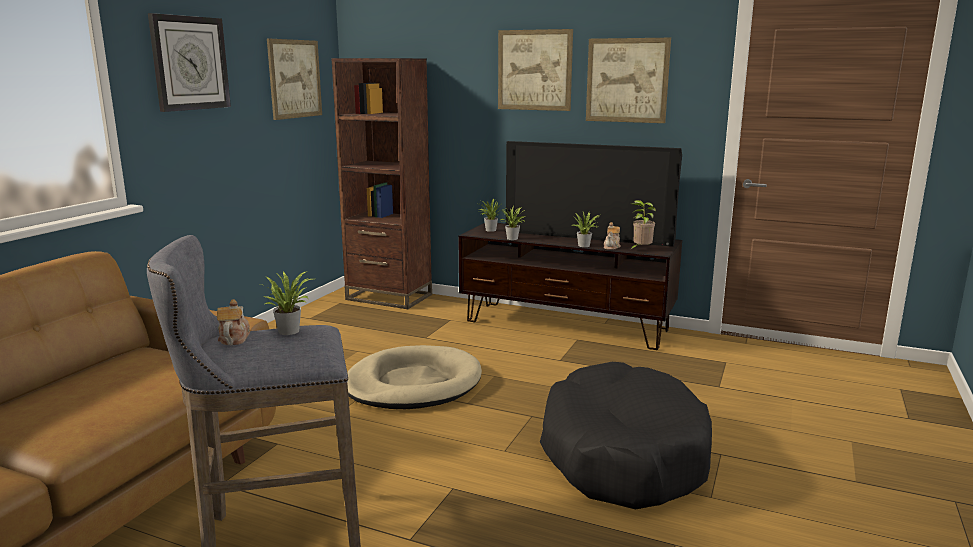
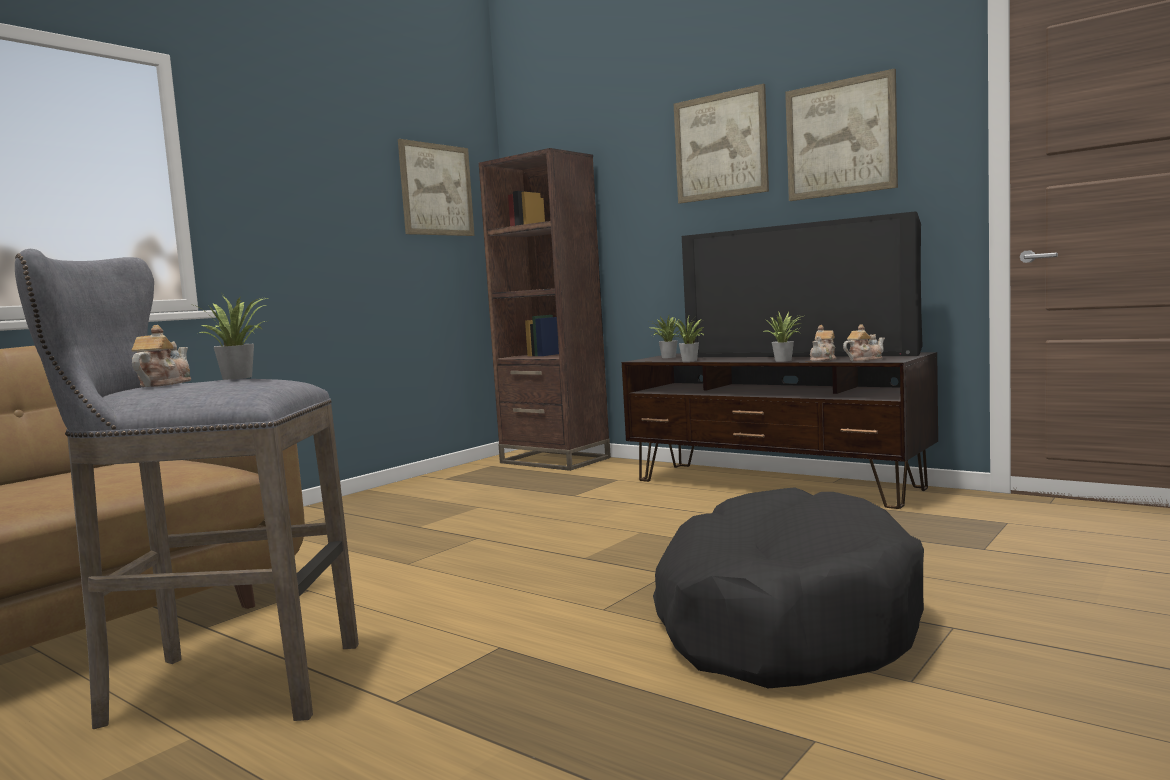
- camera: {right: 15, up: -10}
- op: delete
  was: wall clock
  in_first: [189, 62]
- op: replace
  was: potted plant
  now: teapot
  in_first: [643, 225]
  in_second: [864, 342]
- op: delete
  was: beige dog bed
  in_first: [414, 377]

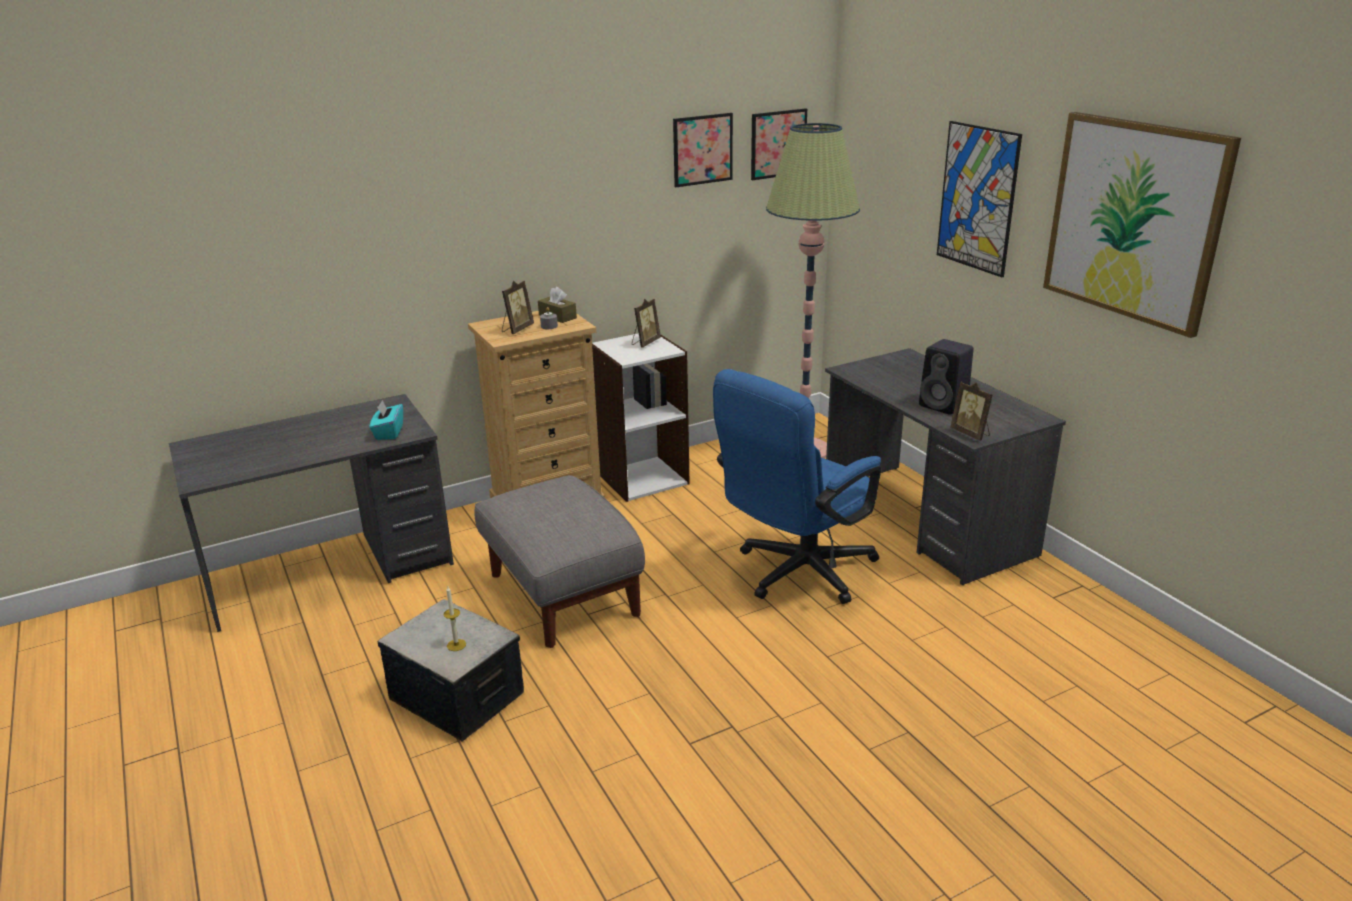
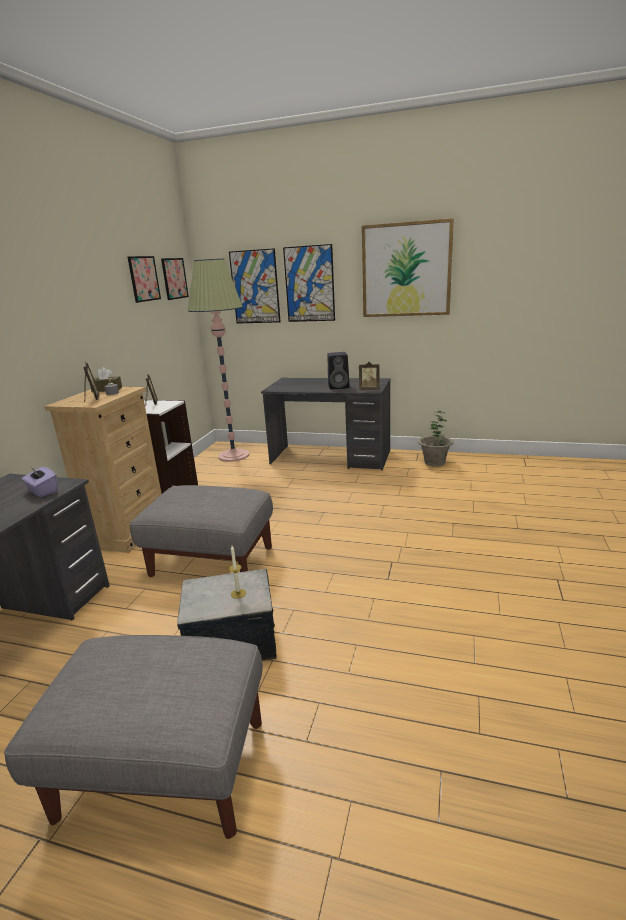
- camera: {right: -45, up: -5}
- op: delete
  was: blue office chair
  in_first: [797, 486]
- op: recolor
  was: turquoise tissue box
  now: purple tissue box
  in_first: [386, 420]
  in_second: [40, 481]
- op: insert
  now: picture
  in_second: [255, 286]
- op: insert
  now: potted plant
  in_second: [436, 438]
- op: insert
  now: grey ottoman
  in_second: [133, 737]

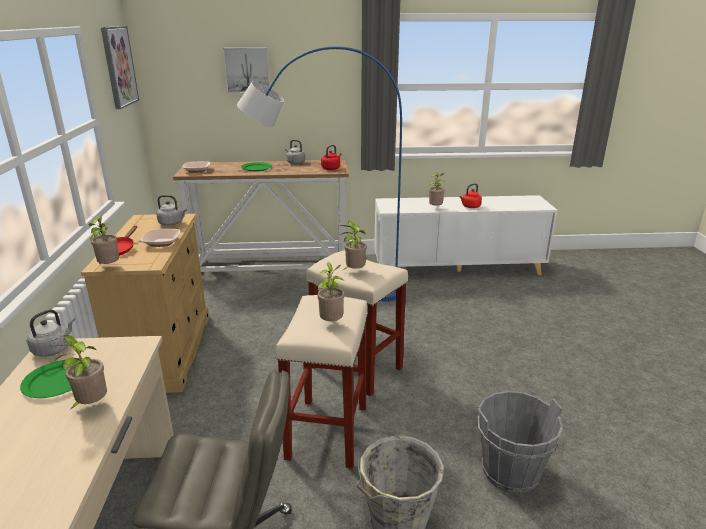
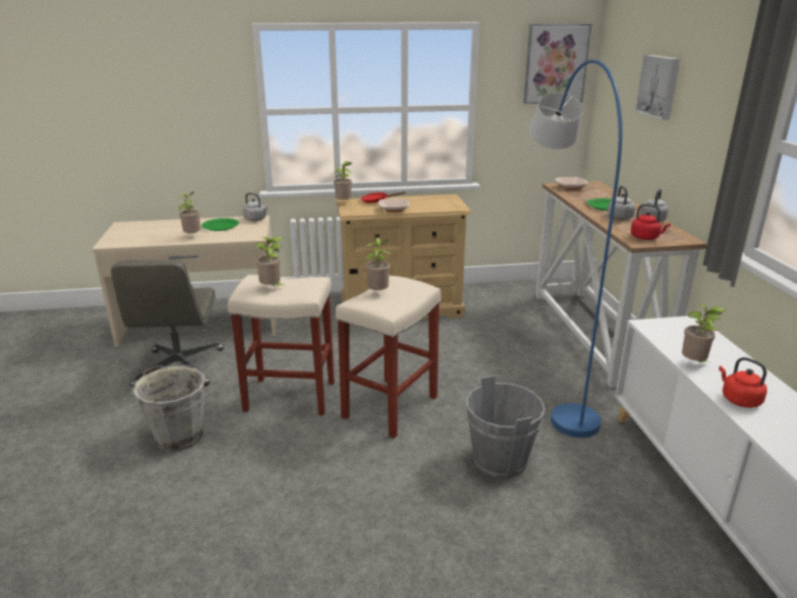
- camera: {right: 85, up: 0}
- op: move
  was: grey kettle
  in_first: [171, 210]
  in_second: [622, 203]
- op: move
  was: grey bucket
  in_first: [520, 442]
  in_second: [505, 427]

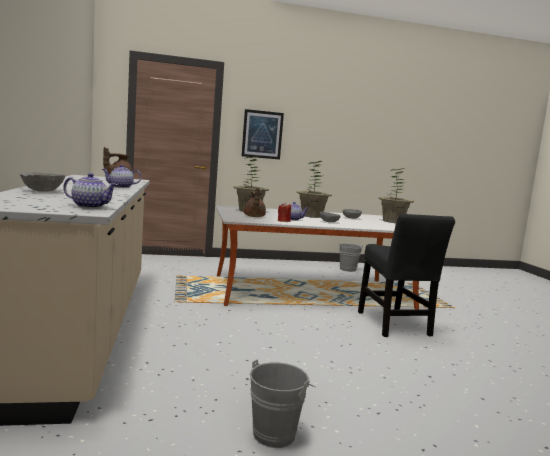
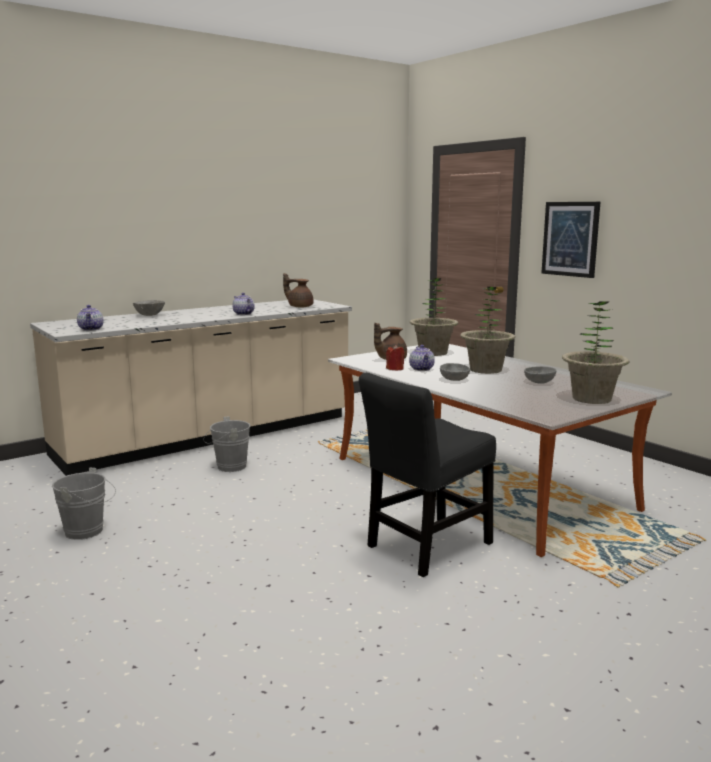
- camera: {right: 65, up: 5}
- op: move
  was: grey bucket
  in_first: [350, 257]
  in_second: [226, 444]

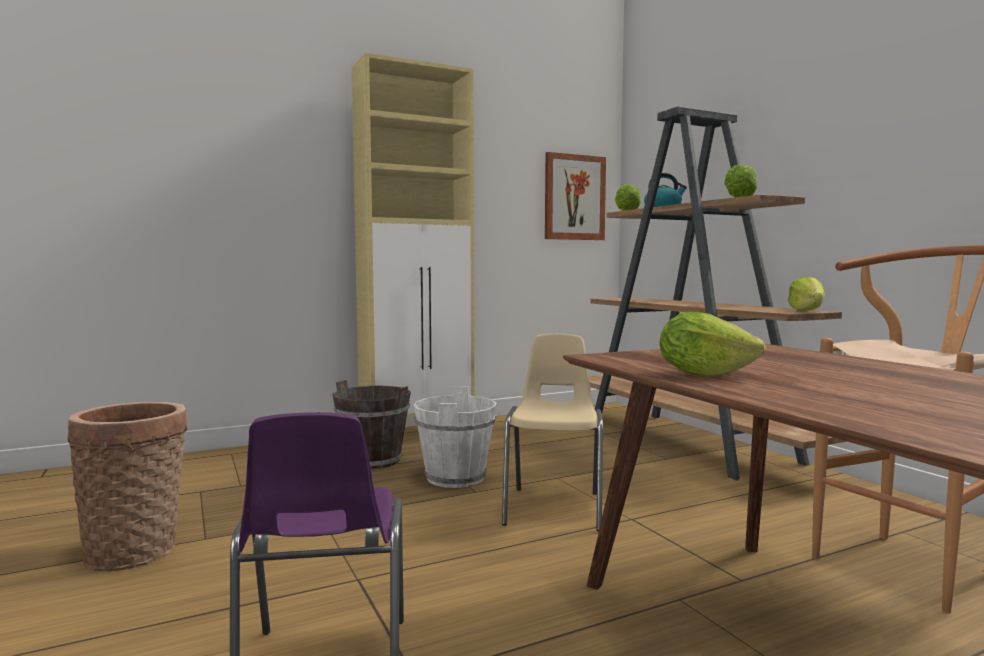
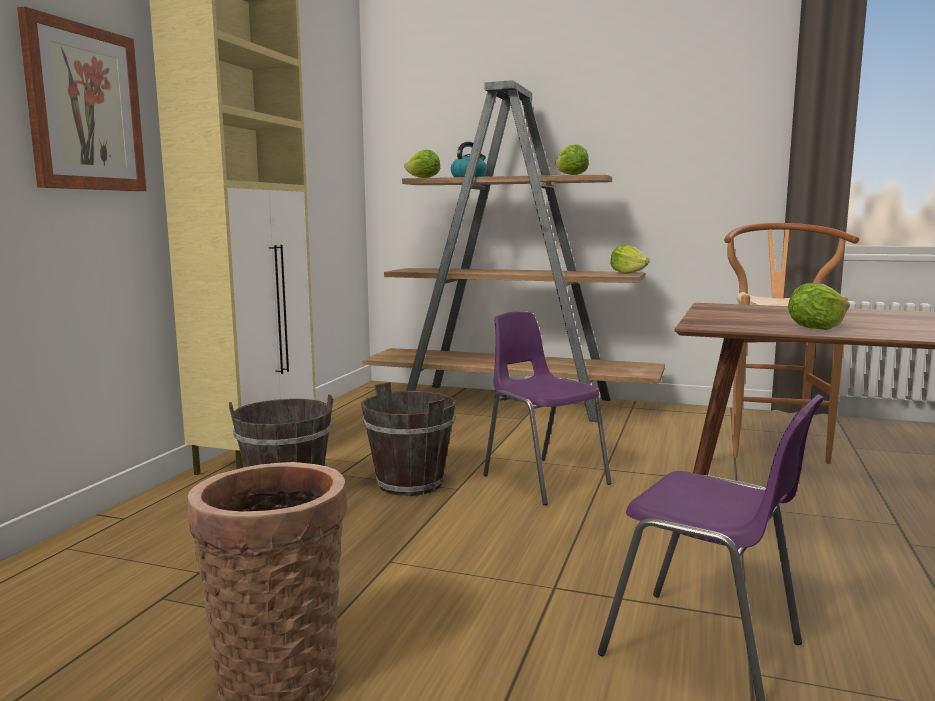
- camera: {right: -45, up: 5}
- op: move
  was: picture
  in_first: [575, 196]
  in_second: [81, 99]
- op: recolor
  was: beige chair
  now: purple chair
  in_first: [552, 432]
  in_second: [547, 408]
- op: recolor
  was: white bucket
  now: brown bucket
  in_first: [455, 437]
  in_second: [408, 439]

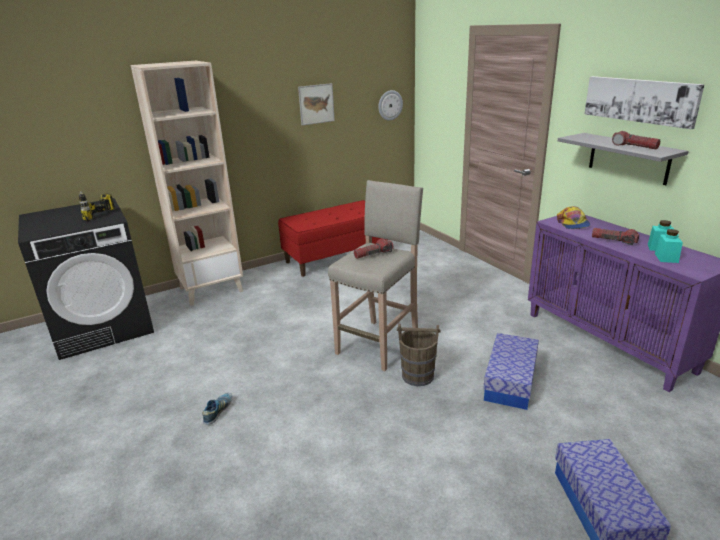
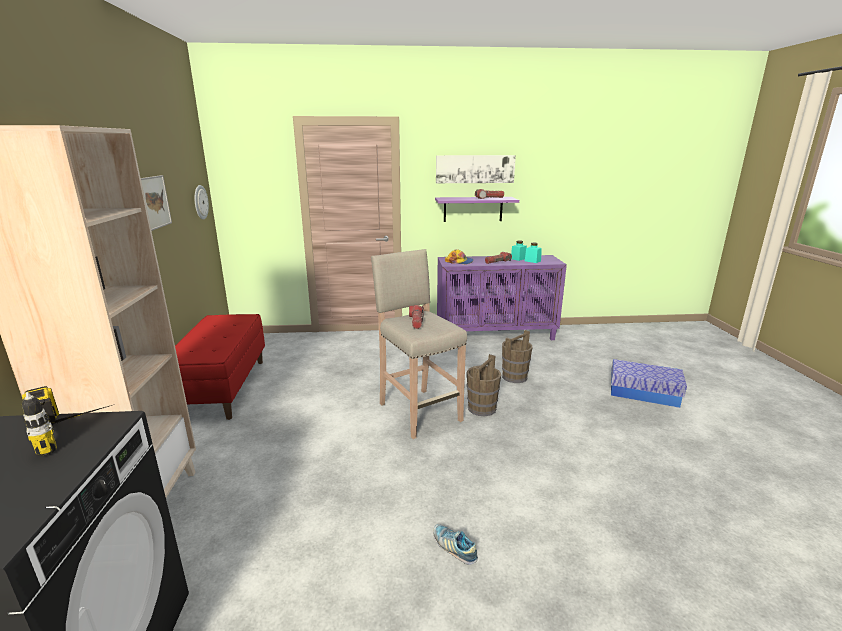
- camera: {right: -65, up: -5}
- op: recolor
  was: grey shelf
  now: purple shelf
  in_first: [623, 159]
  in_second: [477, 209]
- op: replace
  was: storage box
  now: brown bucket
  in_first: [511, 371]
  in_second: [517, 356]

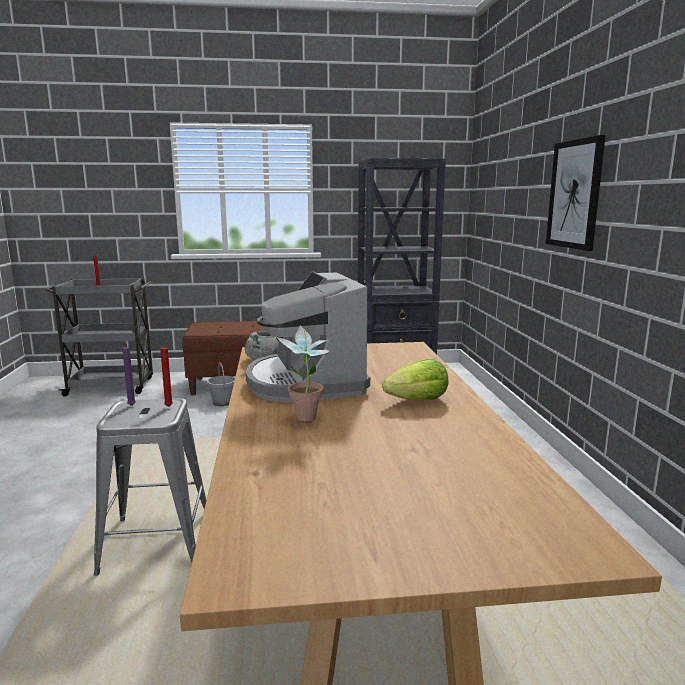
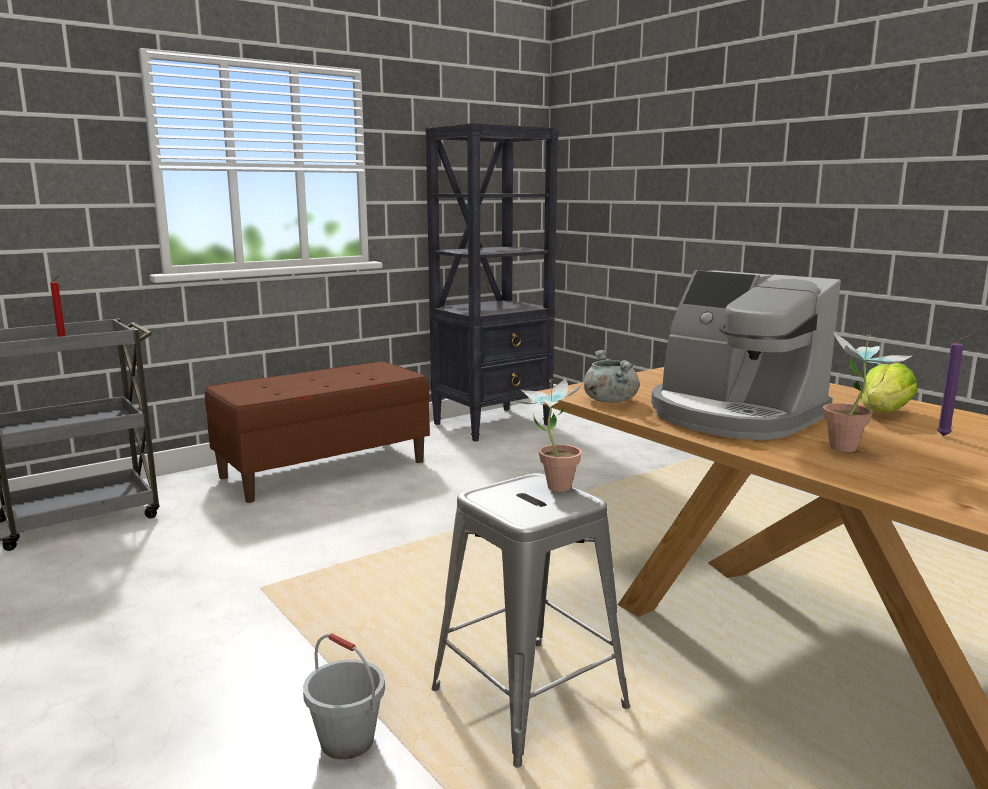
- camera: {right: -30, up: 0}
- op: delete
  was: picture
  in_first: [576, 193]
- op: replace
  was: red candle
  now: potted plant
  in_first: [166, 374]
  in_second: [548, 434]
- op: move
  was: purple candle
  in_first: [129, 374]
  in_second: [954, 385]
- op: move
  was: grey bucket
  in_first: [221, 384]
  in_second: [344, 696]

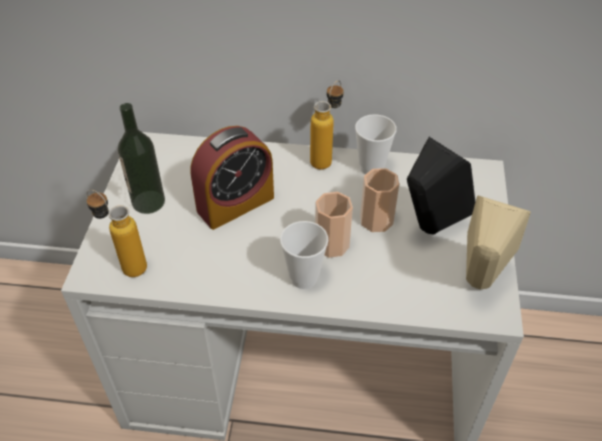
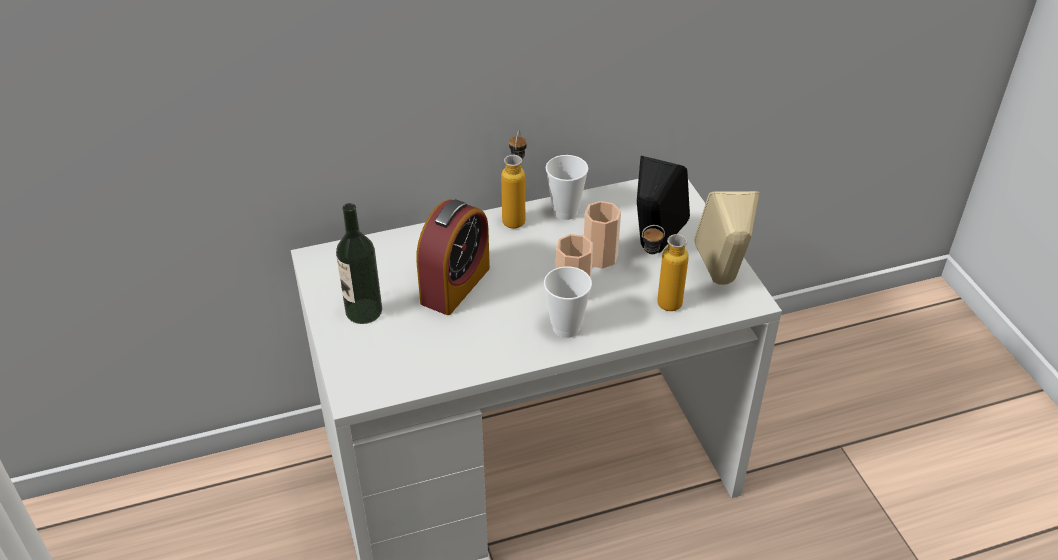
- camera: {right: -25, up: -5}
- op: move
  was: bottle
  in_first: [117, 233]
  in_second: [665, 268]

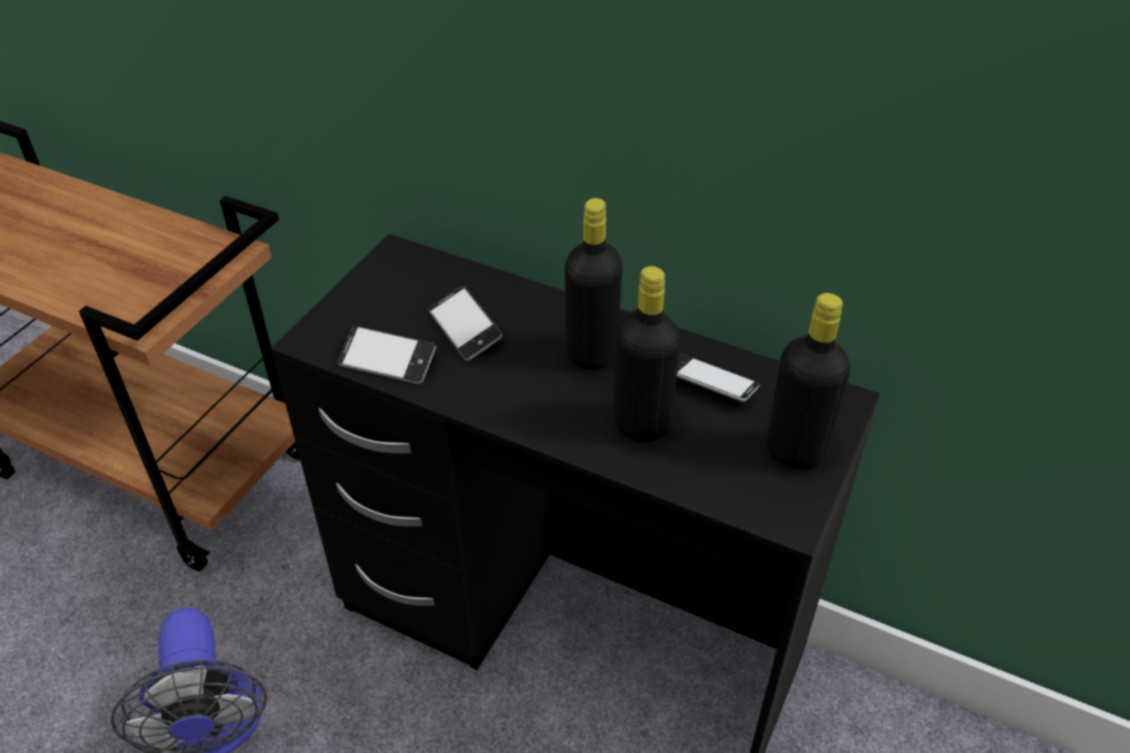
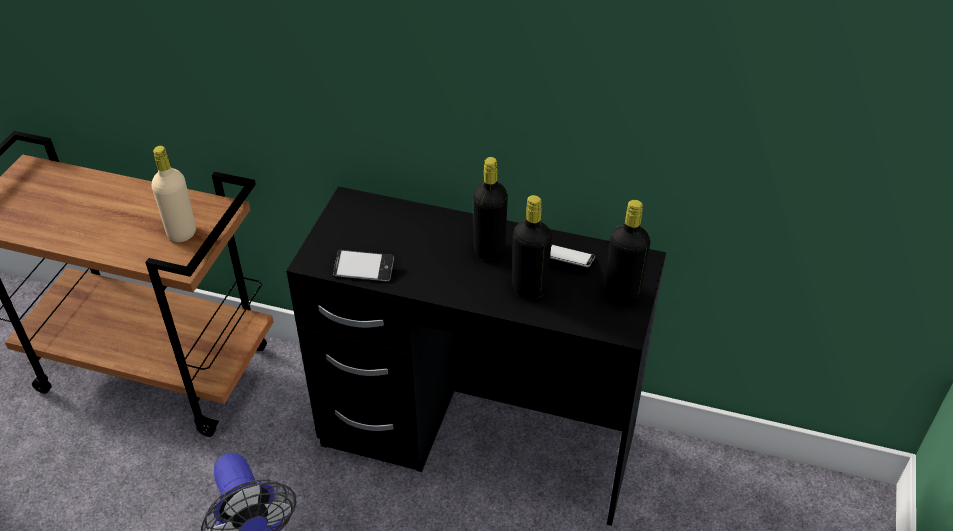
- camera: {right: -10, up: 0}
- op: delete
  was: phone
  in_first: [465, 323]
- op: insert
  now: beige bottle
  in_second: [174, 194]

